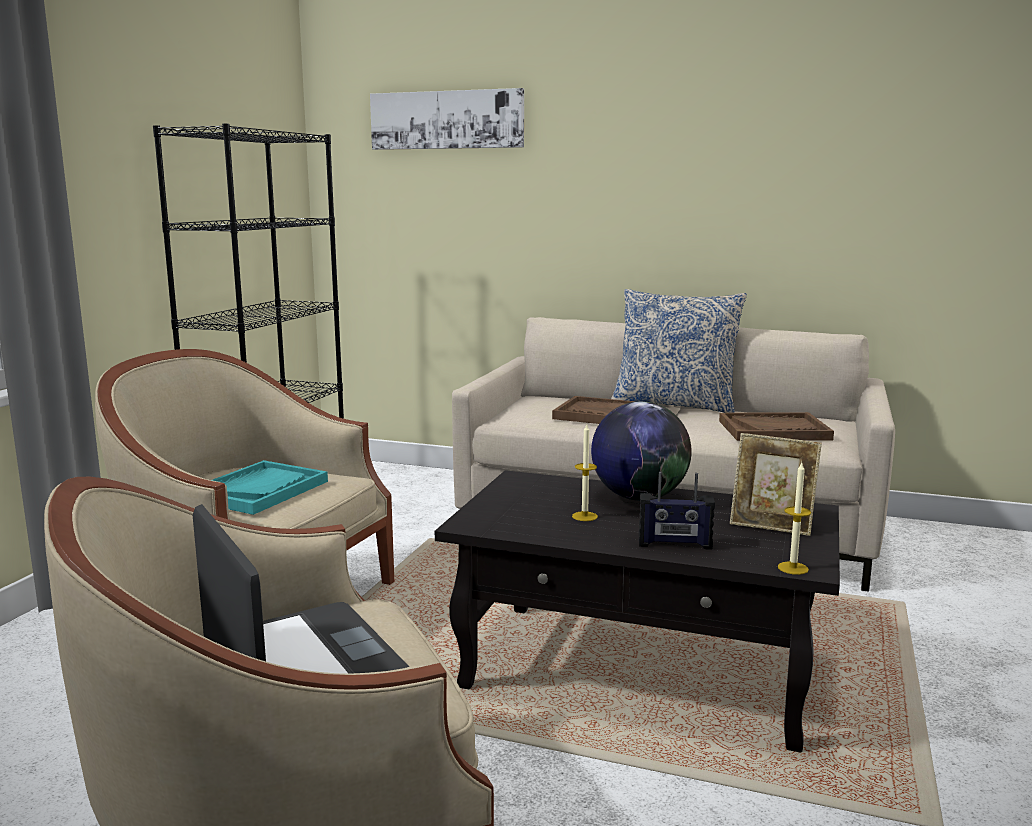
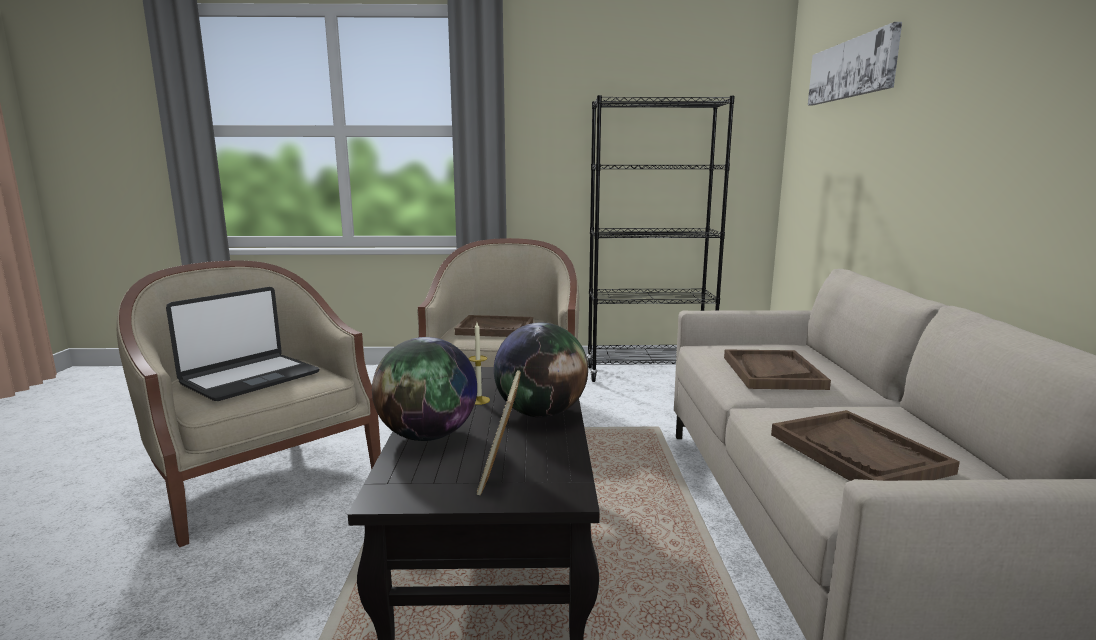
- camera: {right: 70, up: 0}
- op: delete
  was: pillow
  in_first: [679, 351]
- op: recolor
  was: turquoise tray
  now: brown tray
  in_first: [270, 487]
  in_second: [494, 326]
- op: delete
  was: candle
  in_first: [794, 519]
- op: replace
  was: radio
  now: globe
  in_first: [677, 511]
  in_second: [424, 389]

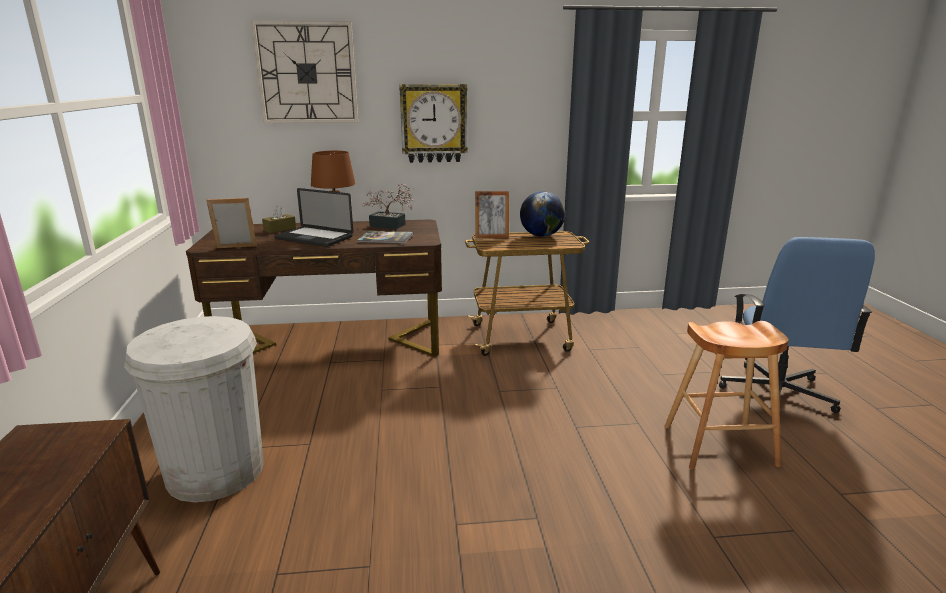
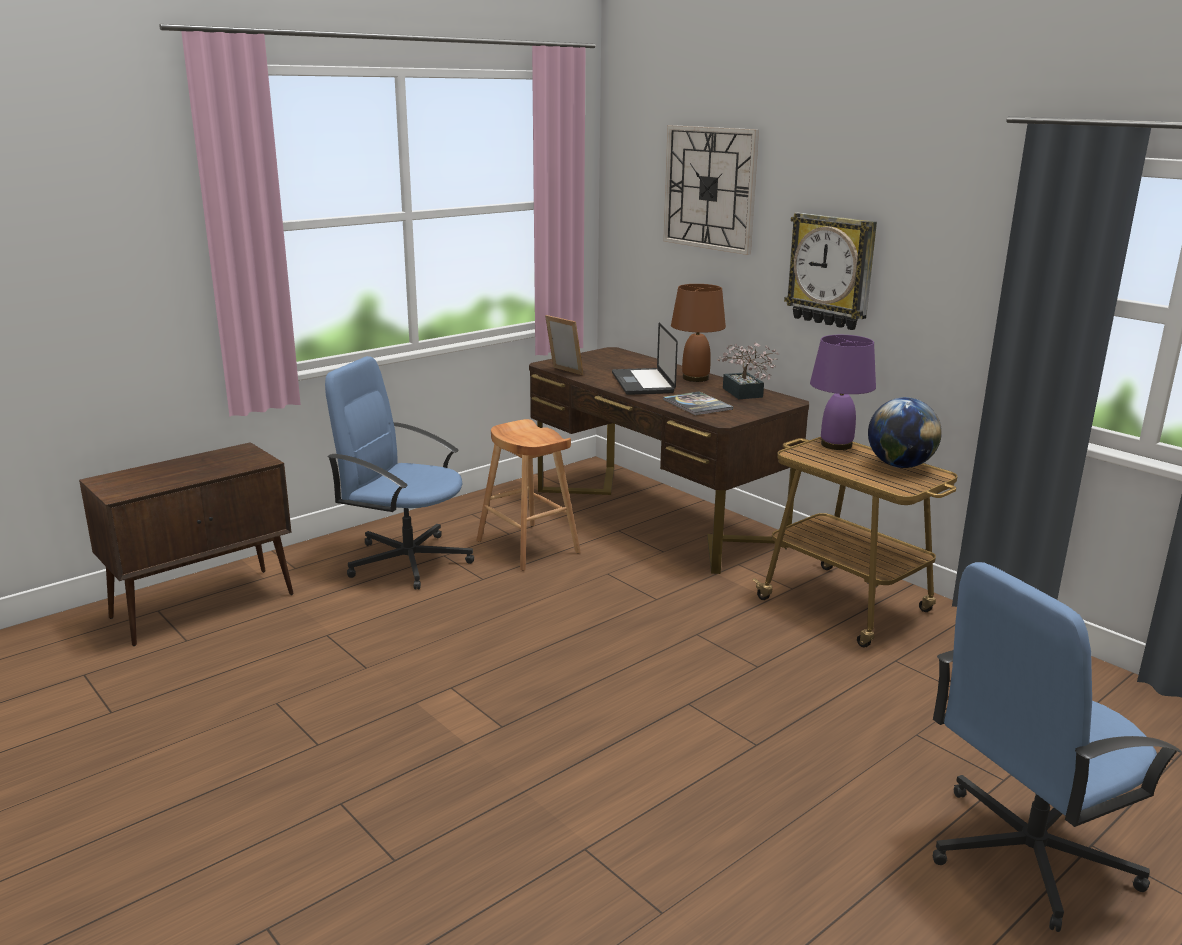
- camera: {right: 55, up: 0}
- op: replace
  was: picture frame
  now: purple table lamp
  in_first: [492, 214]
  in_second: [843, 392]
- op: delete
  was: brown tissue box
  in_first: [279, 219]
- op: replace
  was: white trash can
  now: blue office chair
  in_first: [194, 409]
  in_second: [399, 473]
- op: move
  was: brown stool
  in_first: [726, 395]
  in_second: [528, 495]

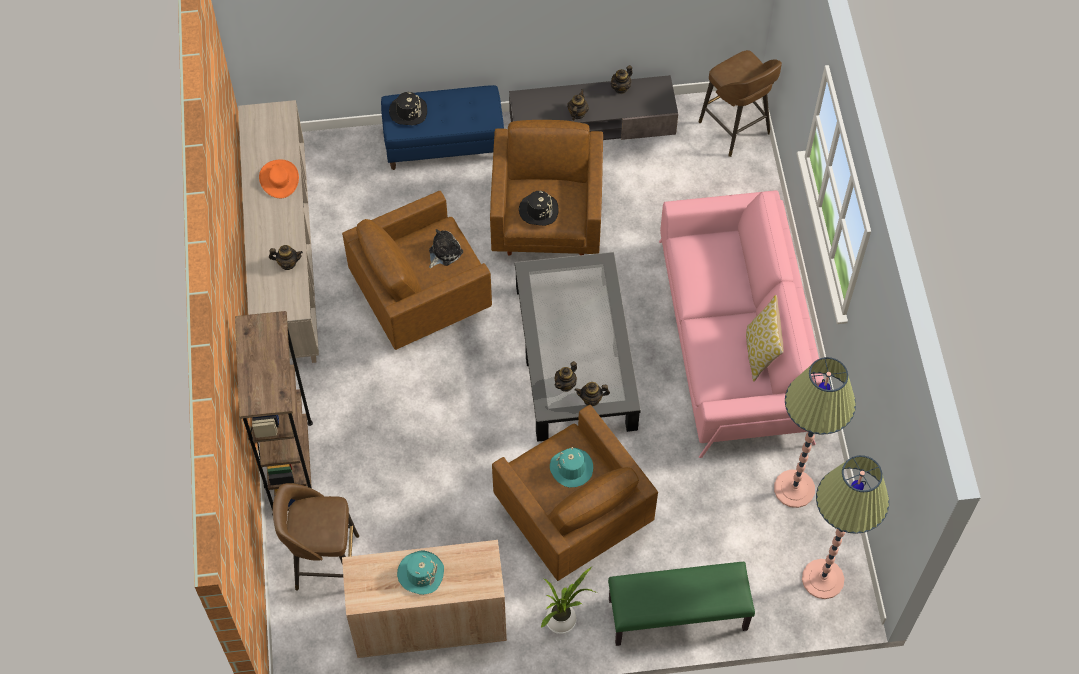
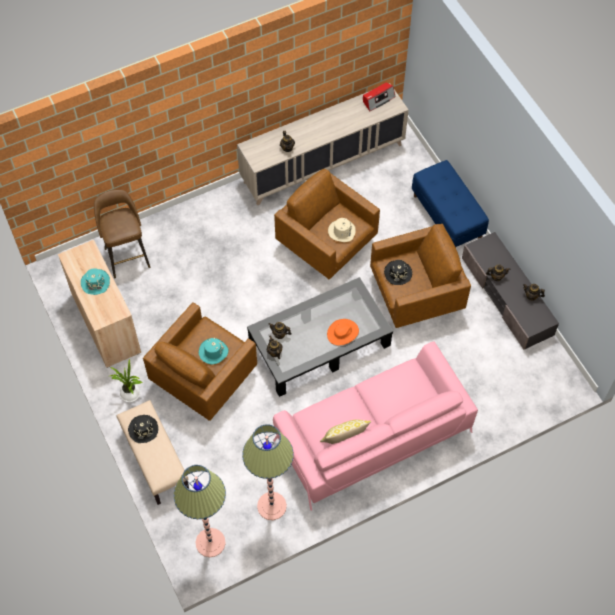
- camera: {right: 70, up: 0}
- op: delete
  was: brown stool
  in_first: [740, 103]
- op: move
  was: black hat
  in_first: [408, 108]
  in_second: [143, 429]
- op: move
  was: orange hat
  in_first: [279, 178]
  in_second: [343, 332]
- op: replace
  was: plush toy
  now: beige hat
  in_first: [446, 249]
  in_second: [342, 230]
- op: delete
  was: brown bookcase
  in_first: [274, 413]
- op: recolor
  was: green bench
  now: beige bench
  in_first: [681, 604]
  in_second: [152, 452]
- op: insert
  now: radio
  in_second: [379, 97]

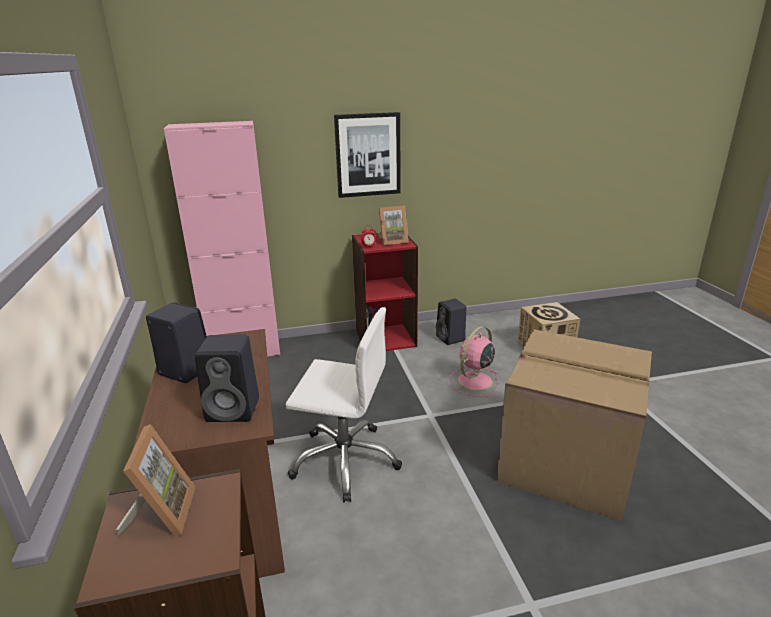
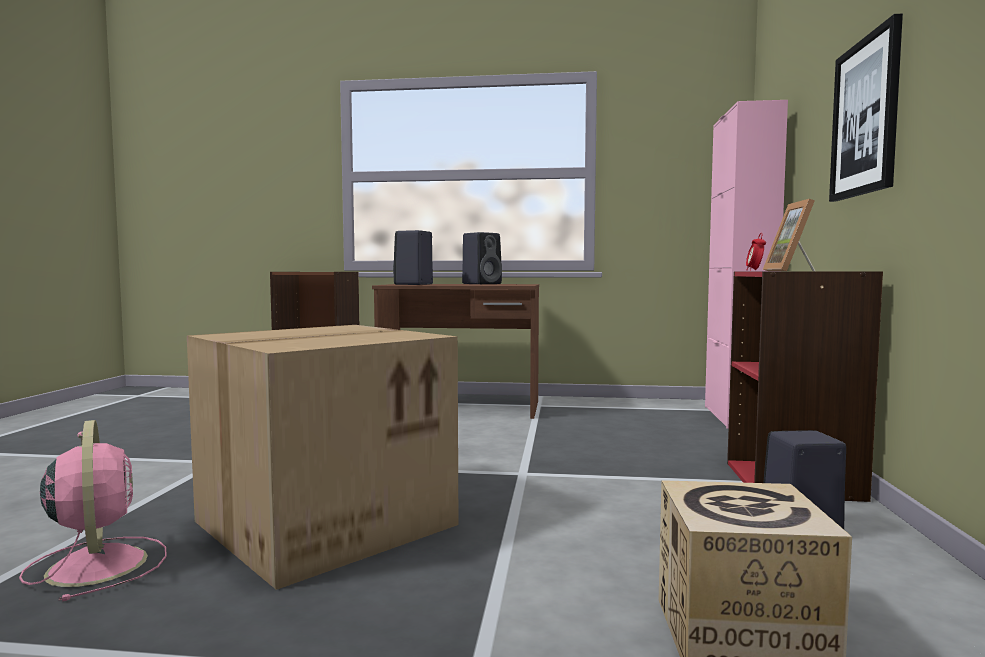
- camera: {right: 110, up: -20}
- op: delete
  was: white office chair
  in_first: [343, 404]
- op: move
  was: pink fan
  in_first: [473, 361]
  in_second: [93, 511]
- op: delete
  was: picture frame
  in_first: [155, 480]

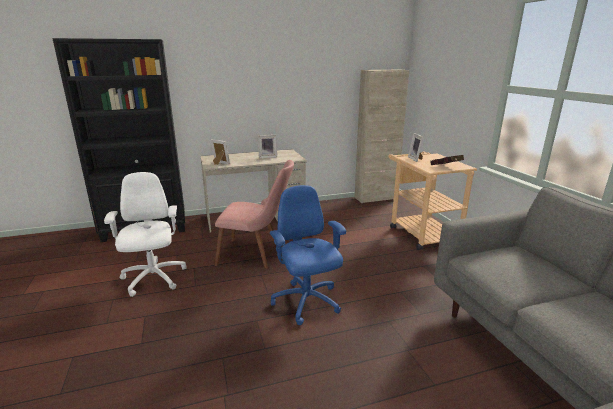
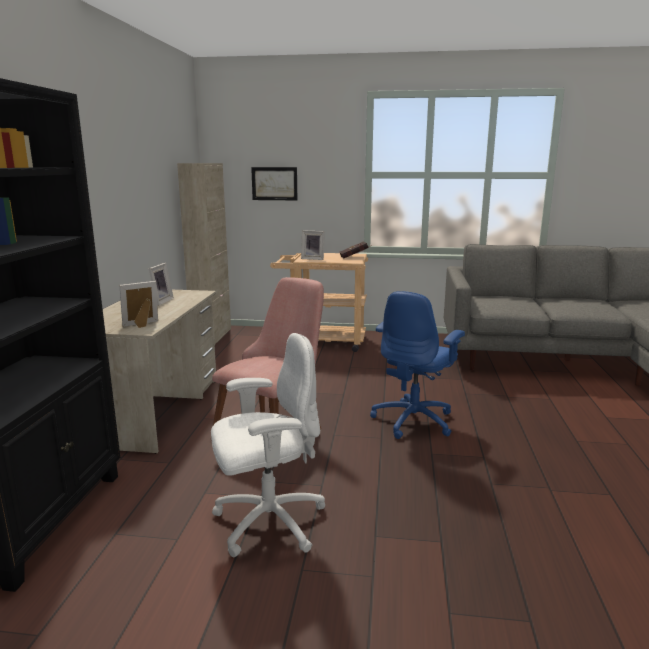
- camera: {right: -65, up: -5}
- op: rotate
  was: white office chair
  in_first: [145, 234]
  in_second: [268, 445]
  clockwise: 150
- op: rotate
  was: blue office chair
  in_first: [308, 255]
  in_second: [417, 365]
  clockwise: -60
- op: insert
  now: picture
  in_second: [274, 183]

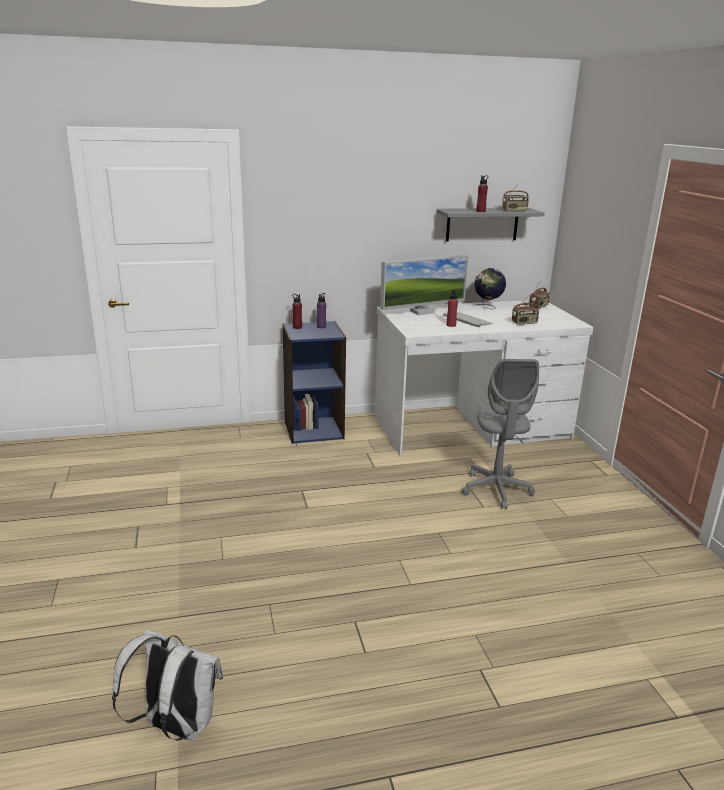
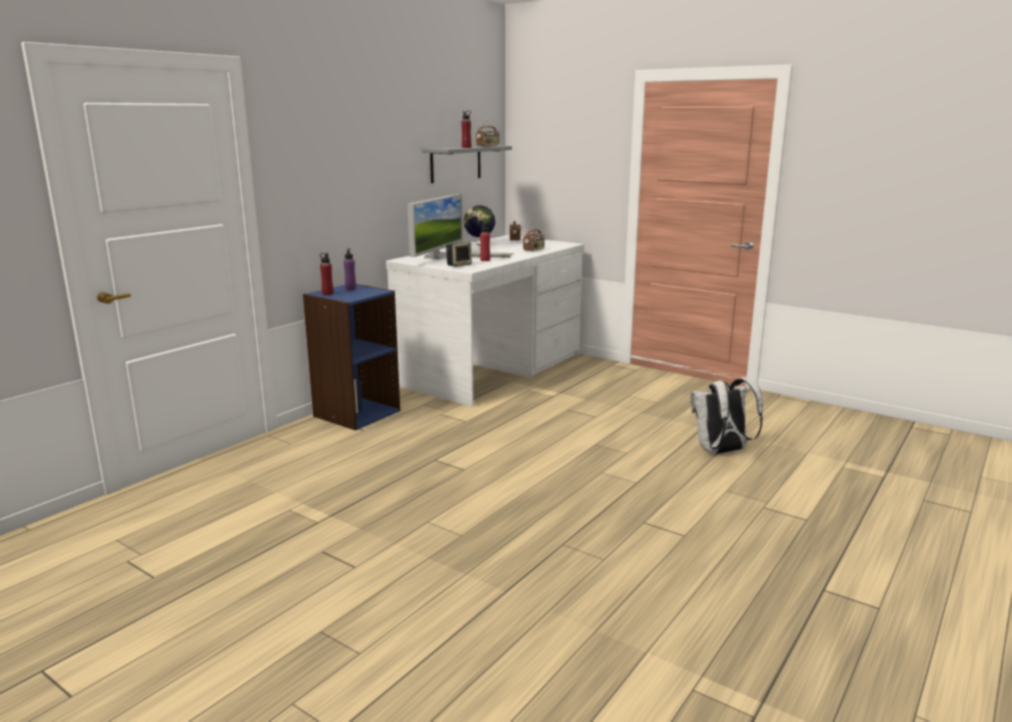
- camera: {right: -40, up: -5}
- op: delete
  was: grey office chair
  in_first: [500, 434]
- op: move
  was: white backpack
  in_first: [167, 685]
  in_second: [727, 416]
- op: insert
  now: speaker
  in_second: [459, 254]

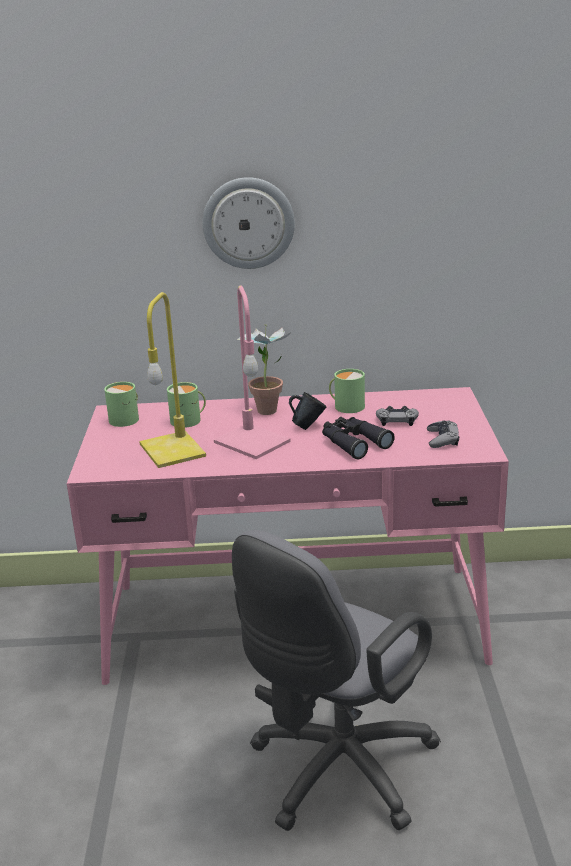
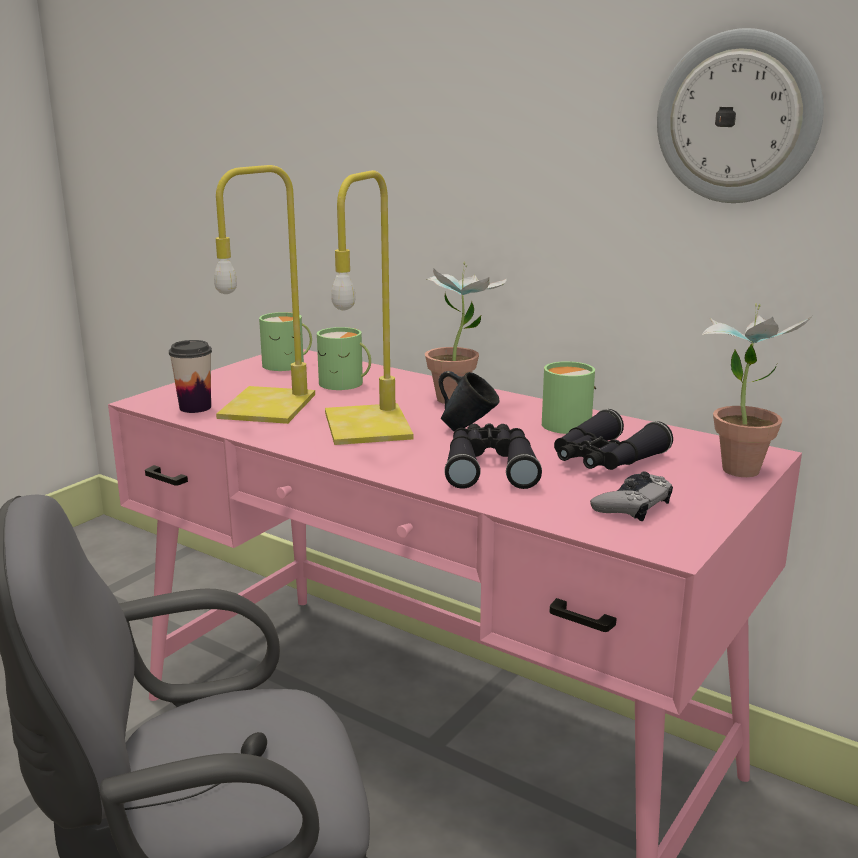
- camera: {right: 35, up: -5}
- op: move
  was: wall clock
  in_first: [248, 223]
  in_second: [740, 115]
- op: recolor
  was: pink table lamp
  now: yellow table lamp
  in_first: [252, 372]
  in_second: [369, 307]
- op: replace
  was: grey game controller
  now: black binoculars
  in_first: [397, 416]
  in_second: [613, 439]
- op: insert
  now: potted plant
  in_second: [757, 390]
- op: insert
  now: cup
  in_second: [190, 376]

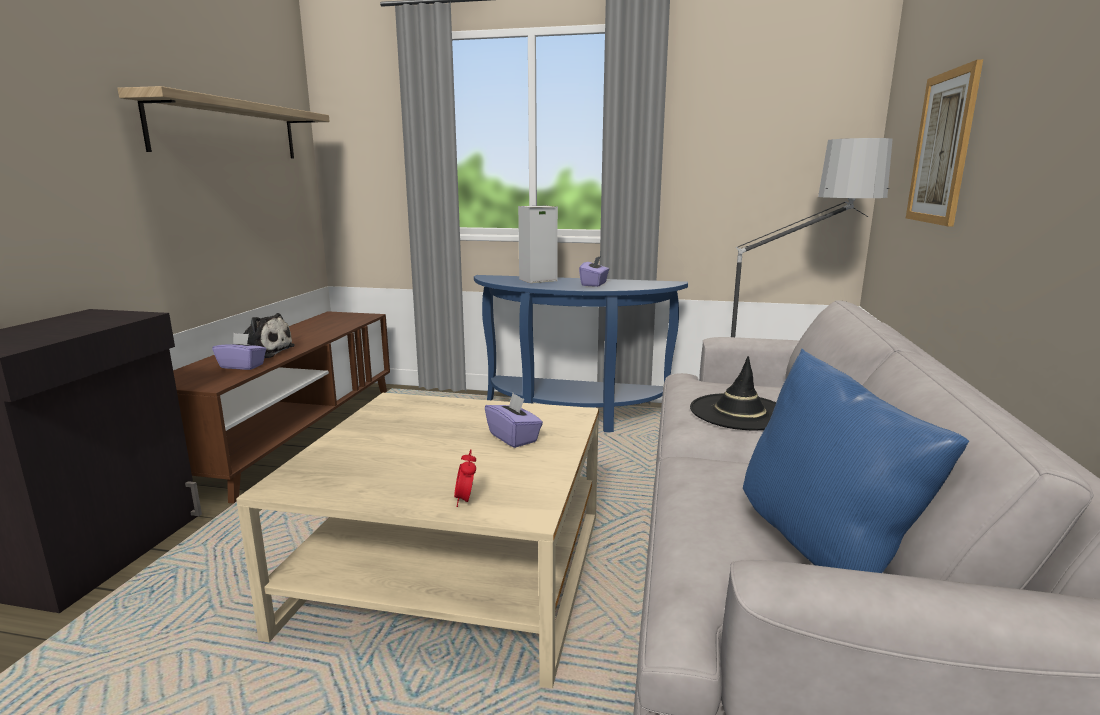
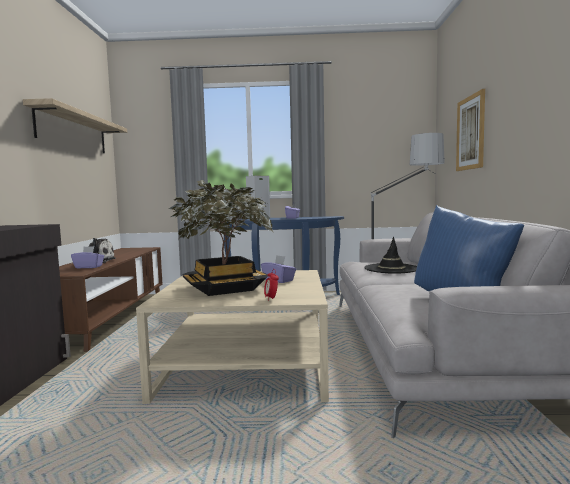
- camera: {right: -10, up: -10}
- op: insert
  now: potted plant
  in_second: [221, 238]

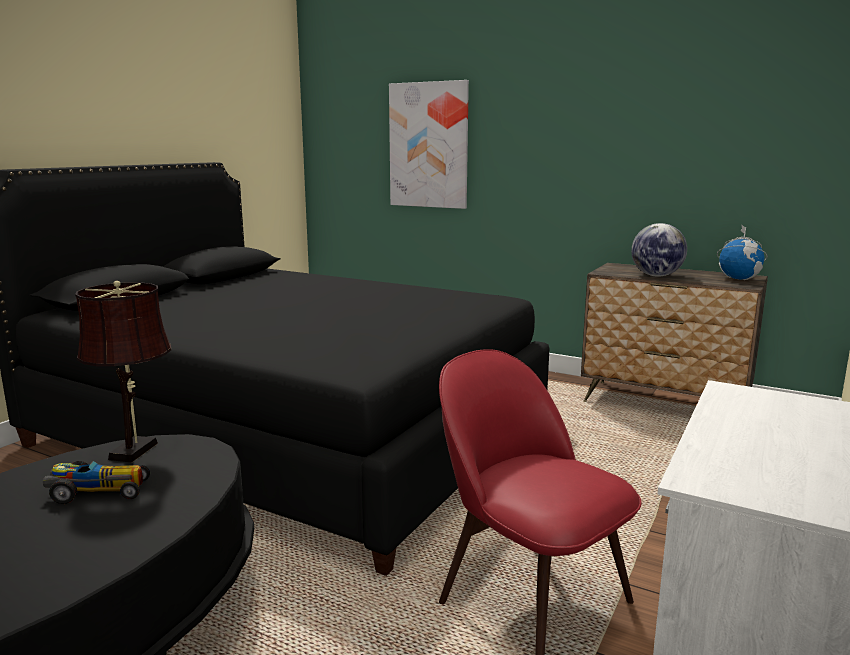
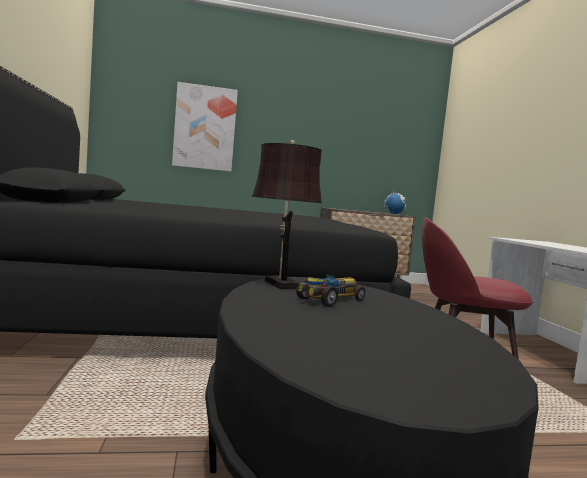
- camera: {right: -40, up: -10}
- op: delete
  was: globe
  in_first: [659, 250]

